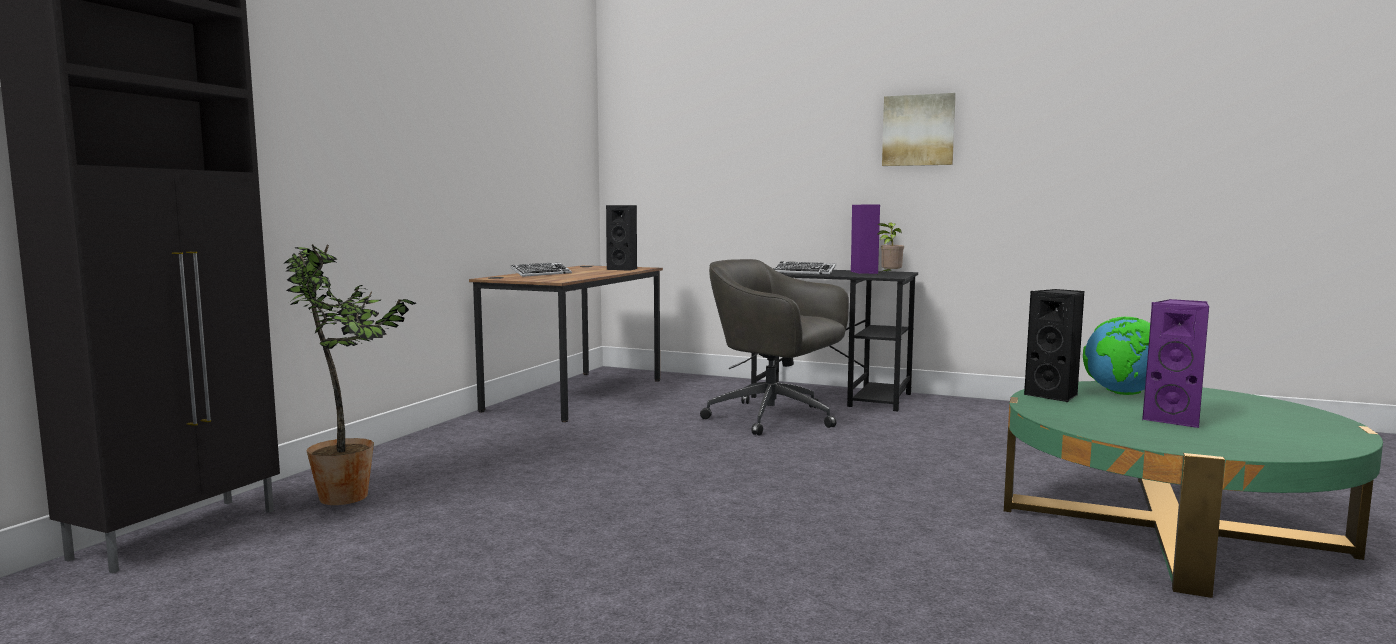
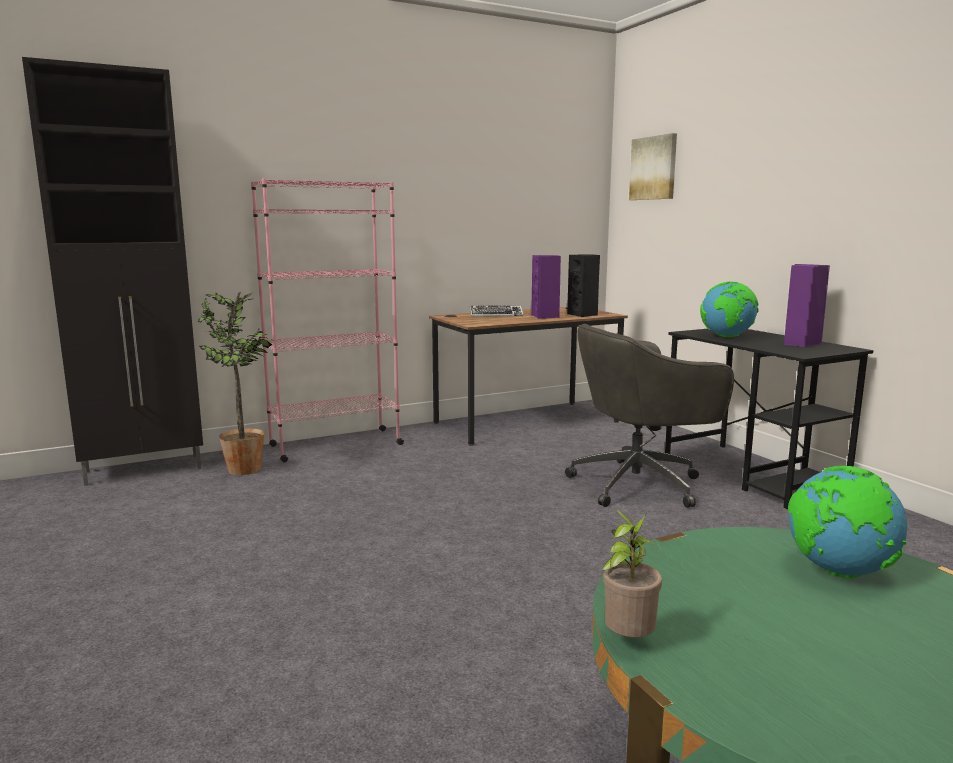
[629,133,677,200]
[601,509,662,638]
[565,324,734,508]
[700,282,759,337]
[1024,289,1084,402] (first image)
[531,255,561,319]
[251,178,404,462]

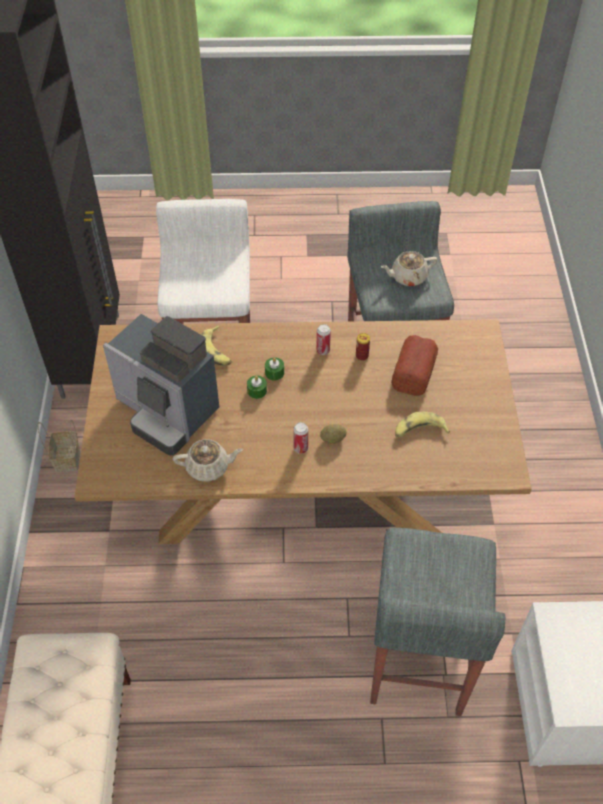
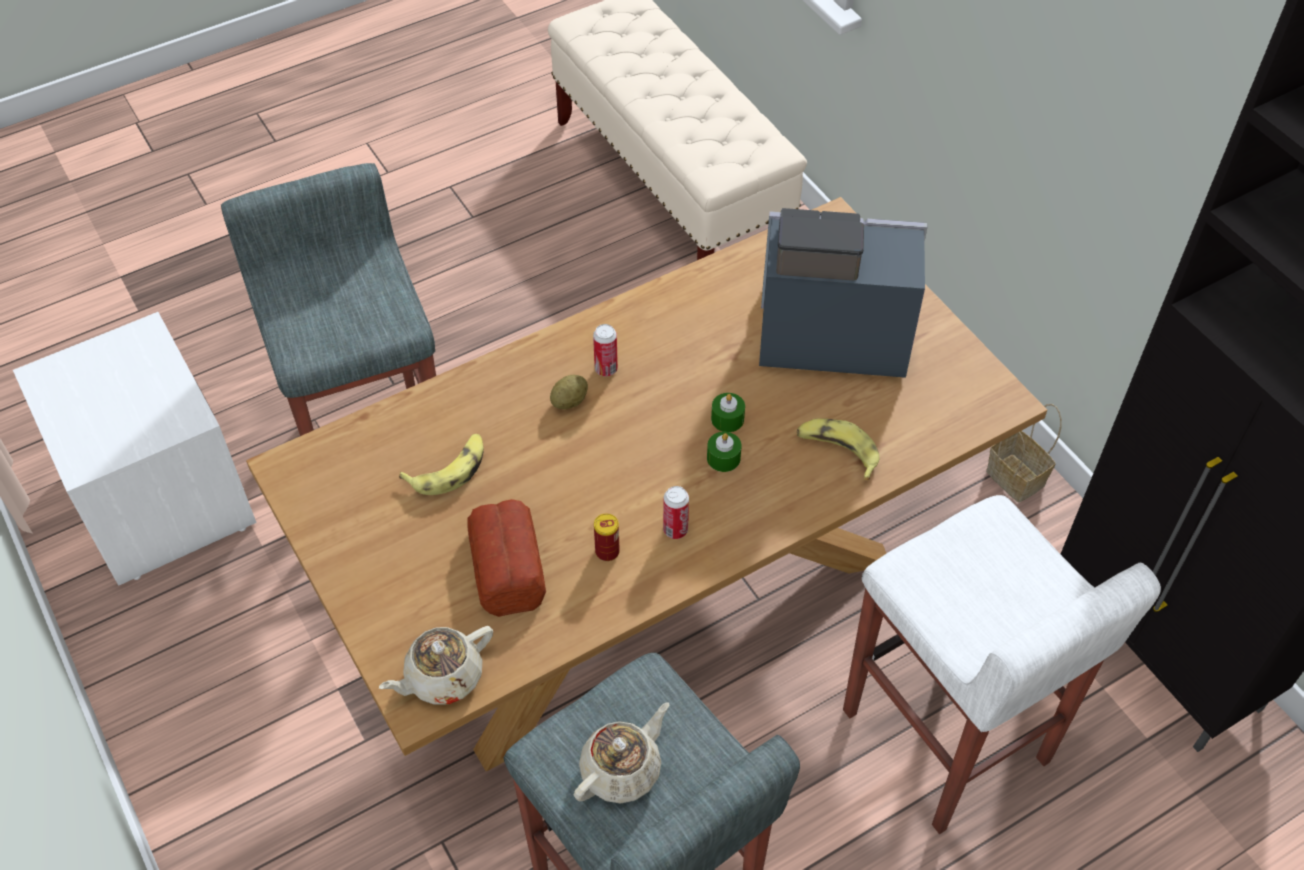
[379,626,493,705]

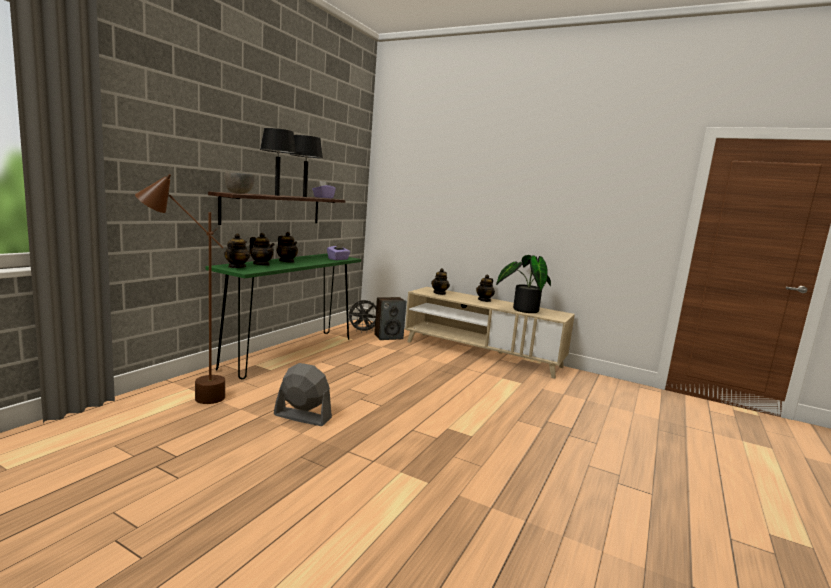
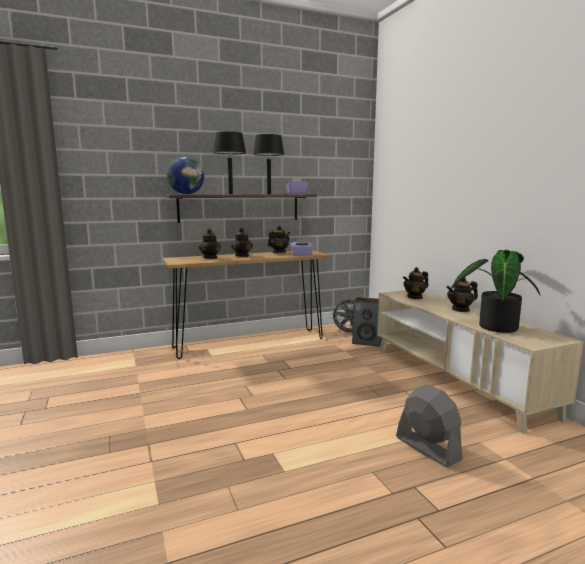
[167,157,204,194]
[135,174,225,404] (first image)
[268,226,290,253]
[163,250,330,359]
[396,385,463,468]

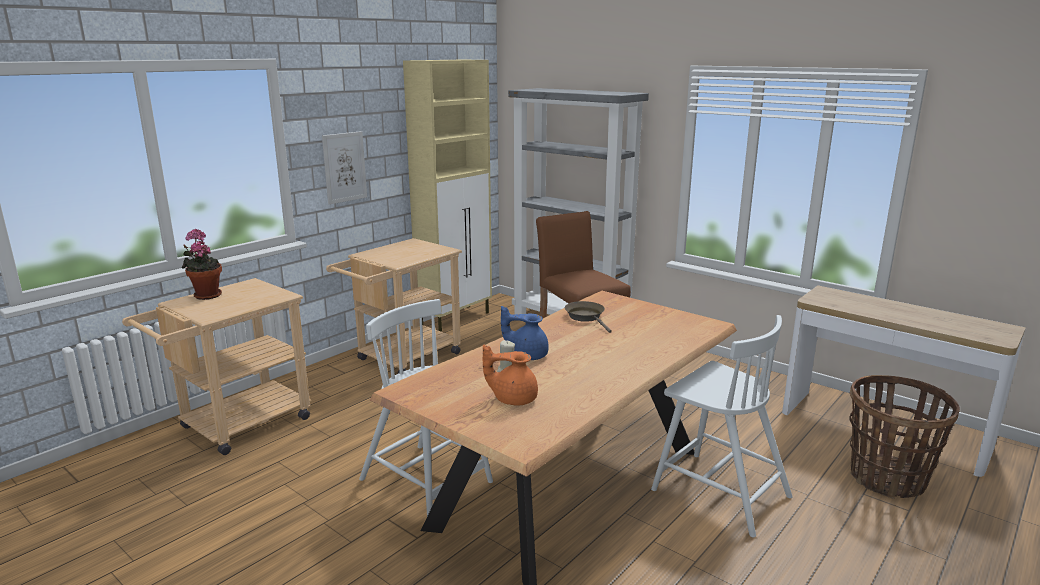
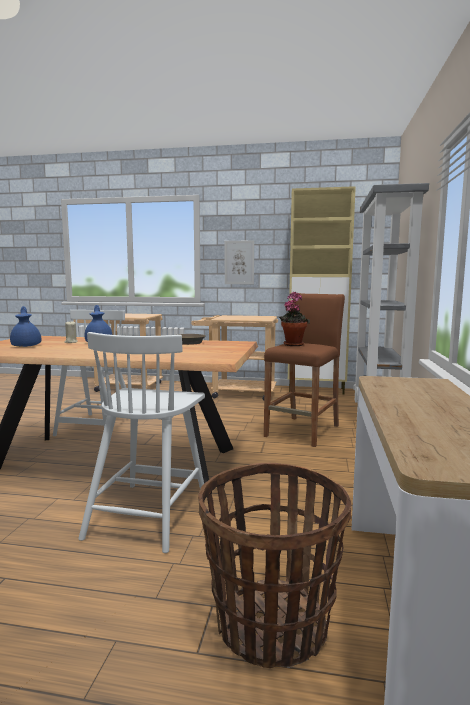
[279,292,310,346]
[10,306,41,347]

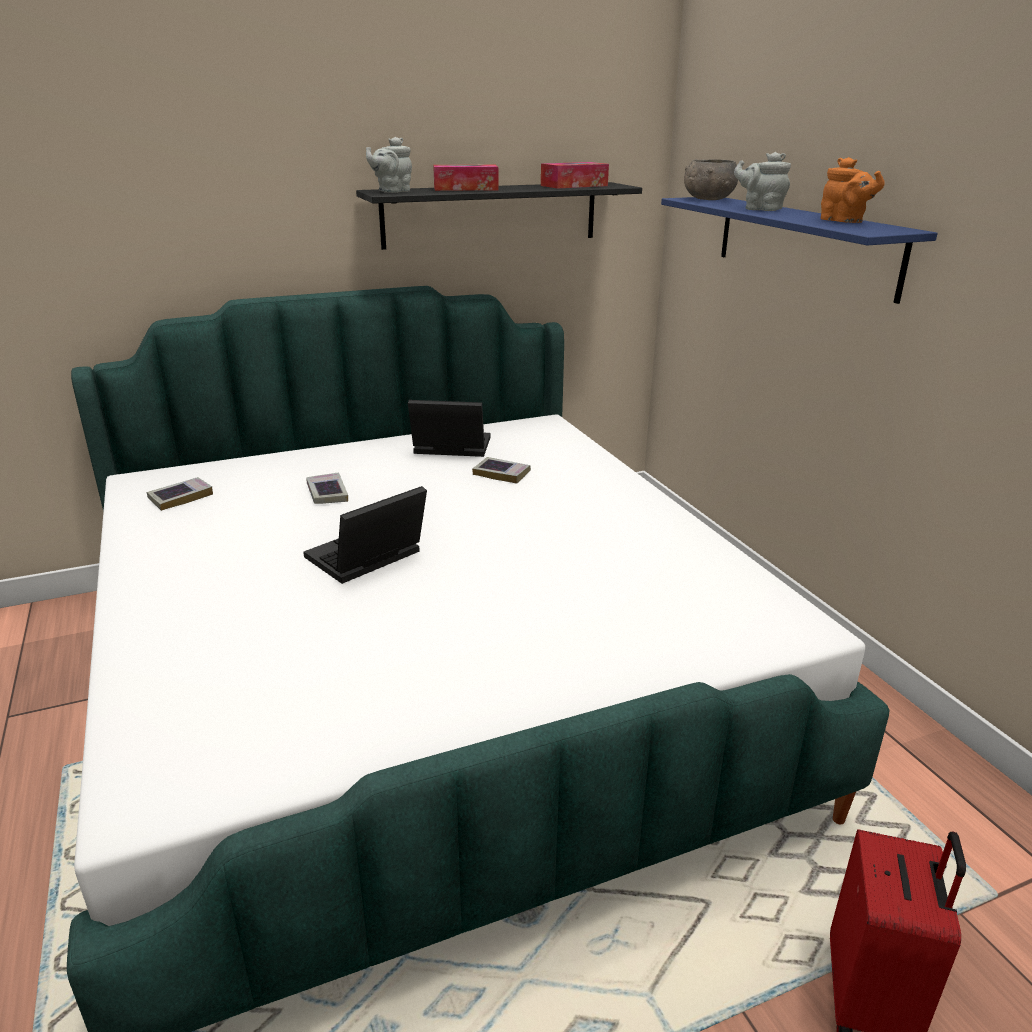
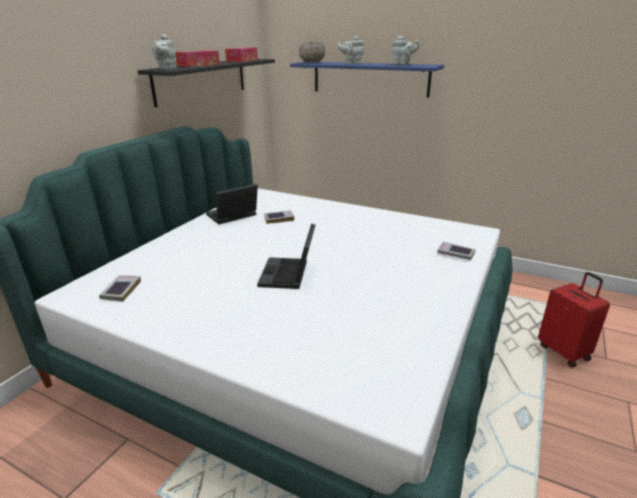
[390,36,420,65]
[437,241,476,260]

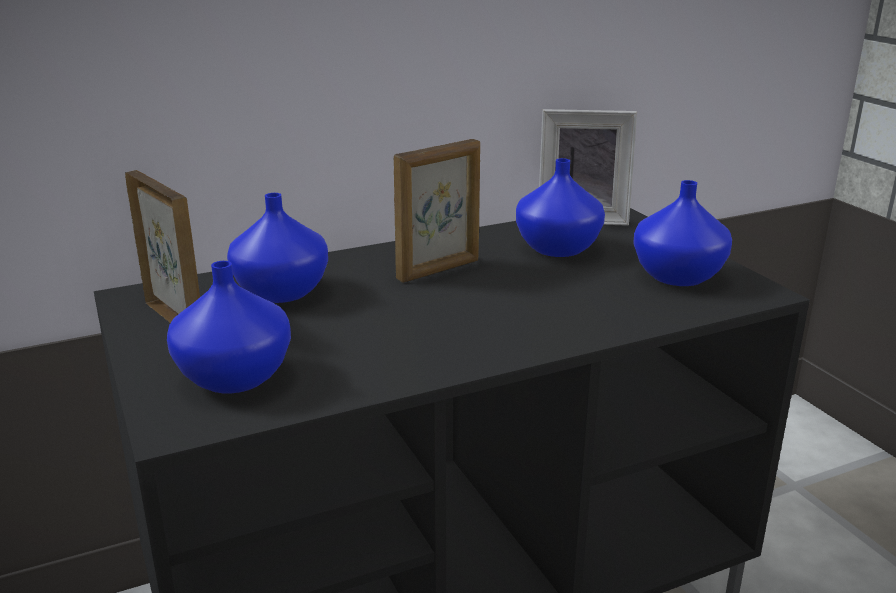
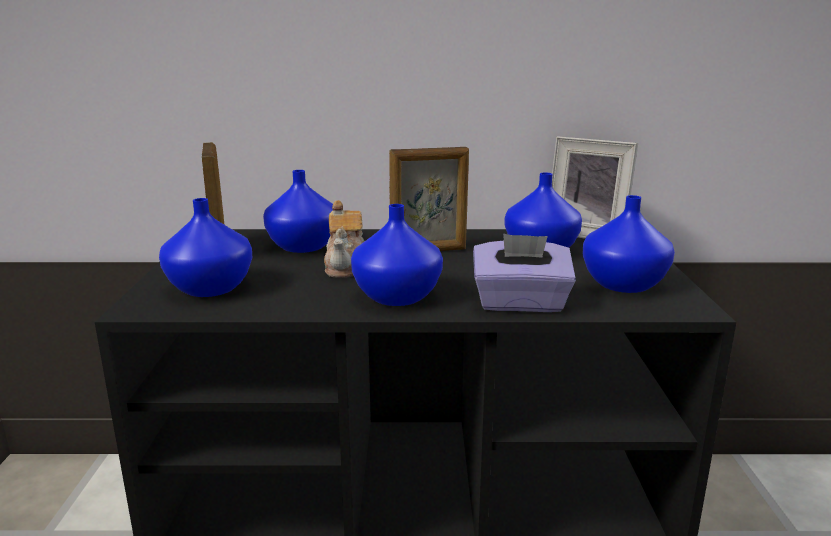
[324,200,364,278]
[351,204,443,306]
[473,234,576,312]

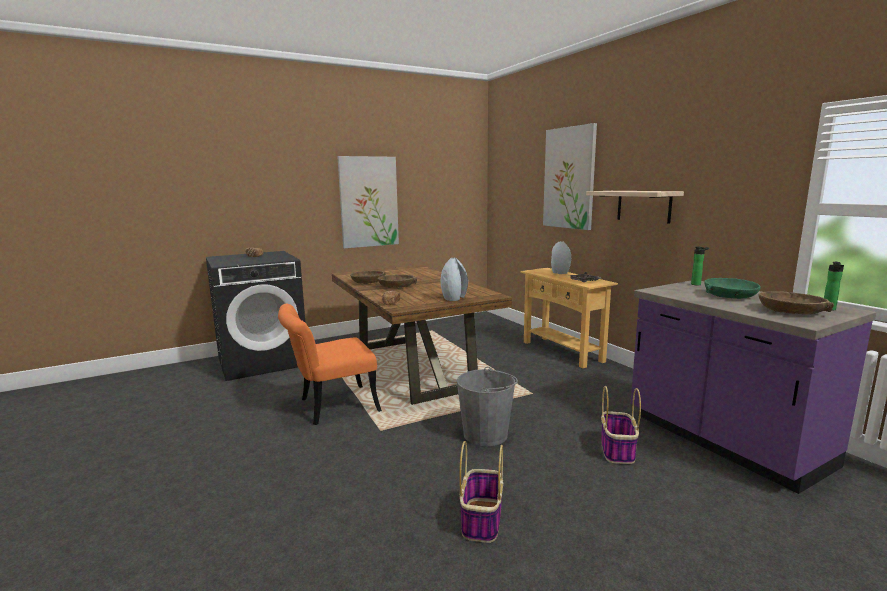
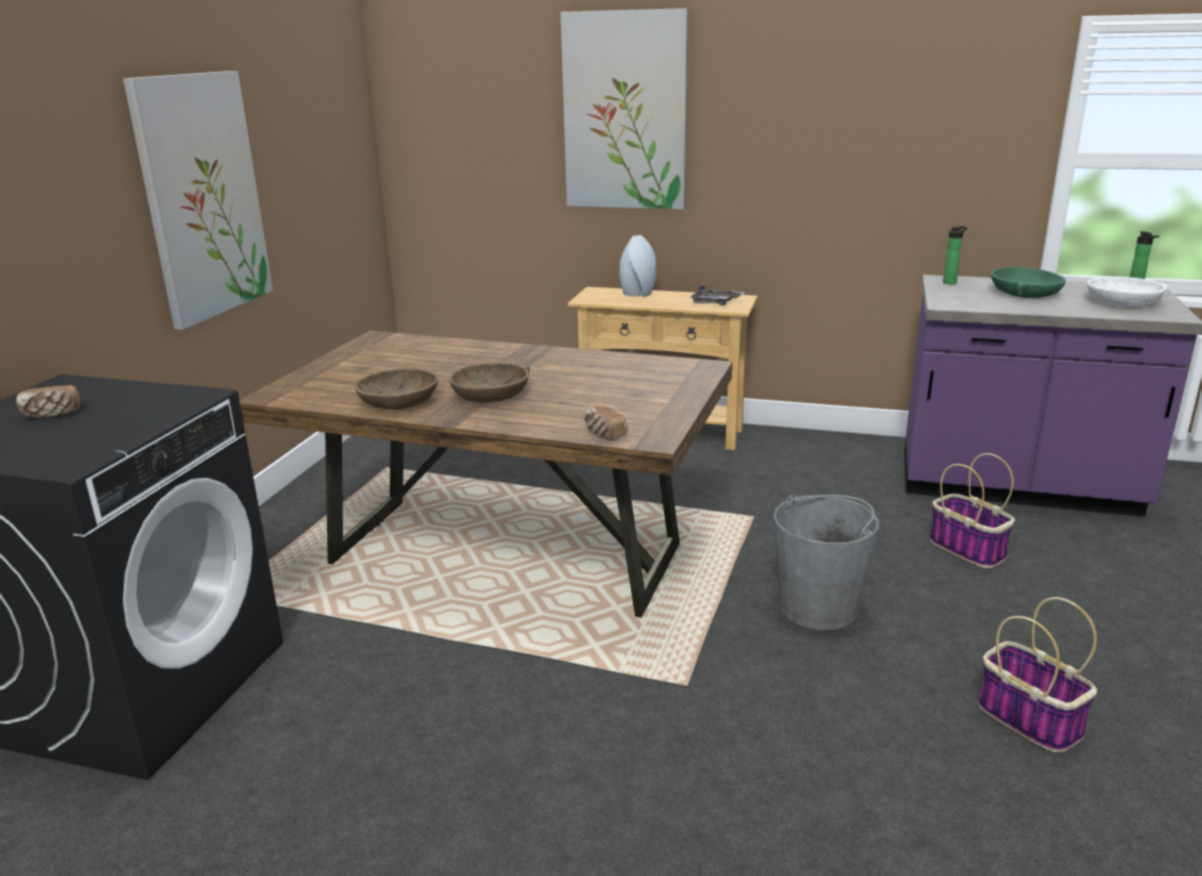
[586,191,684,224] (first image)
[441,258,468,301] (first image)
[1087,277,1169,307]
[278,304,382,425] (first image)

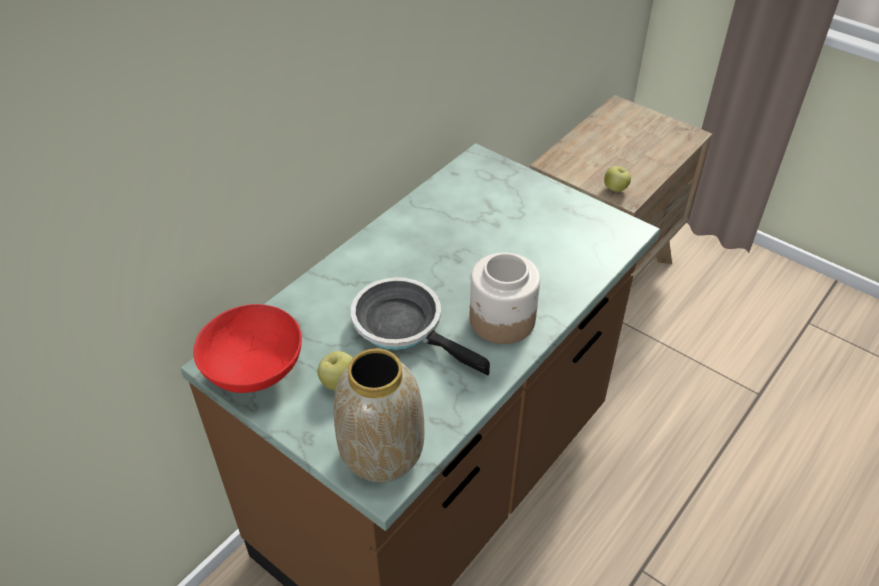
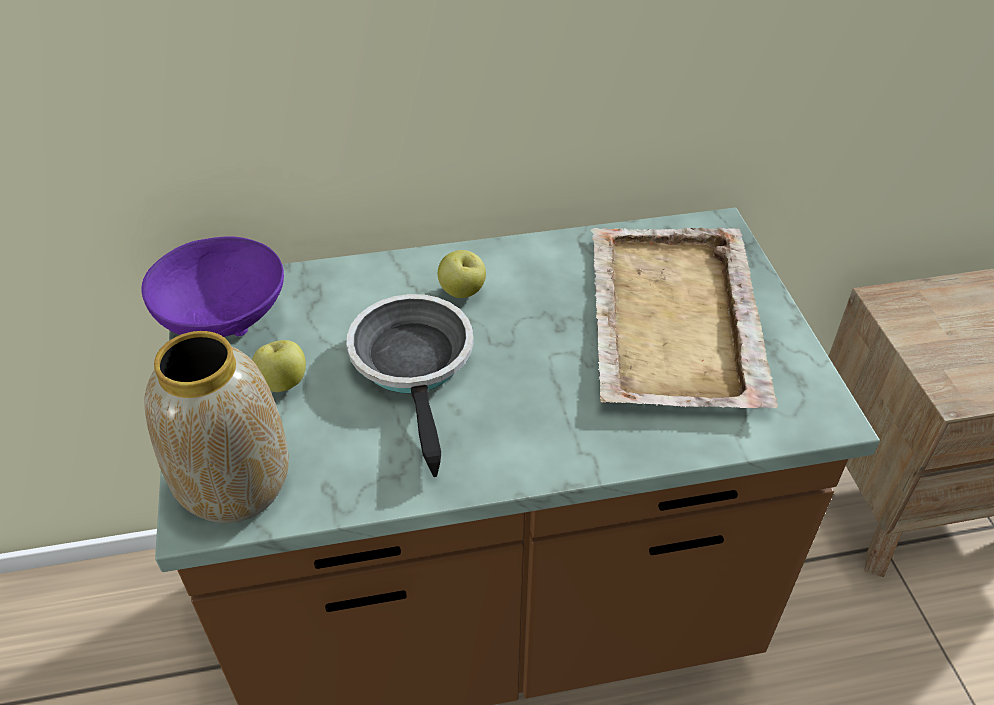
[438,250,486,298]
[470,252,540,344] (first image)
[141,237,284,337]
[590,227,778,408]

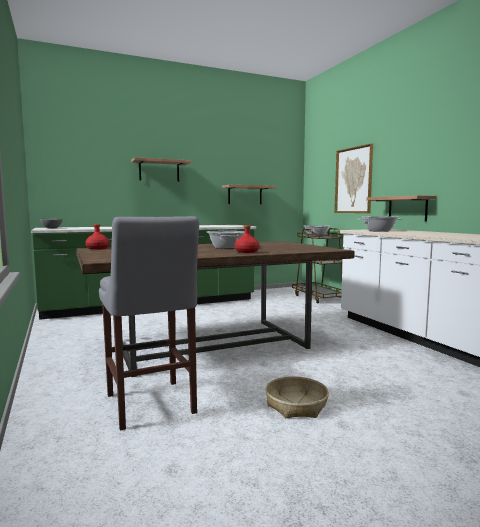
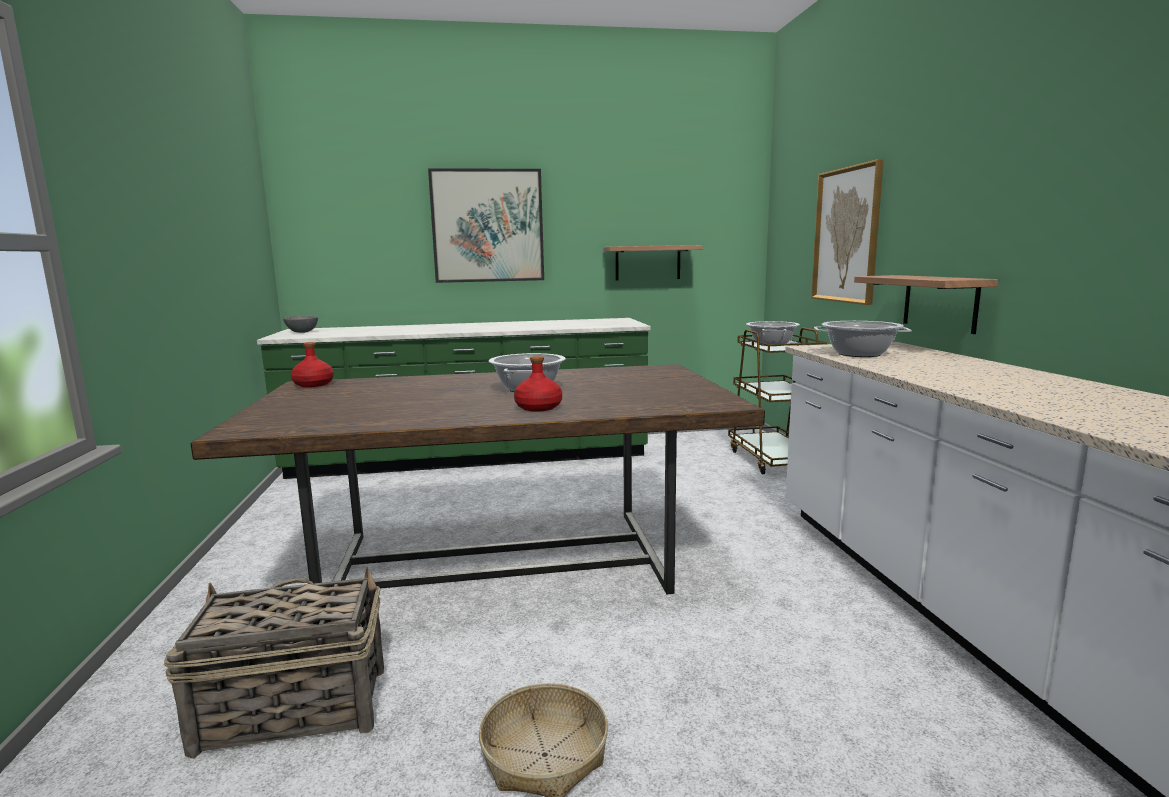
[428,169,544,283]
[164,568,384,759]

